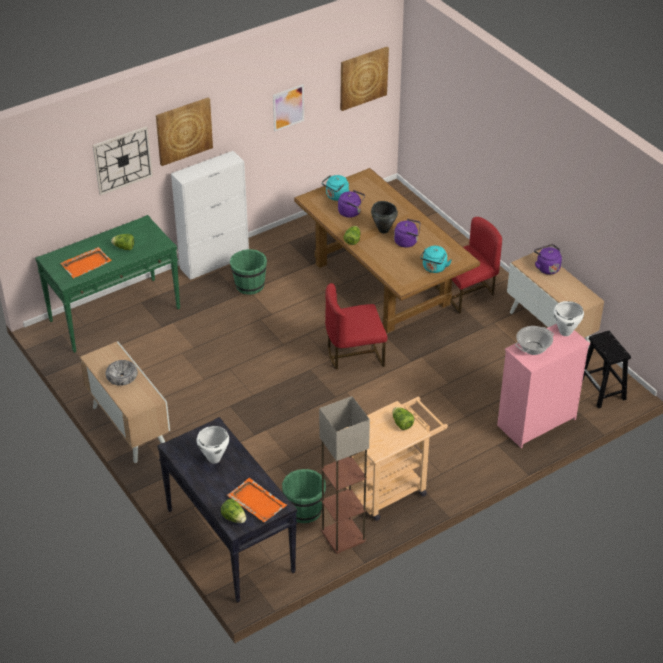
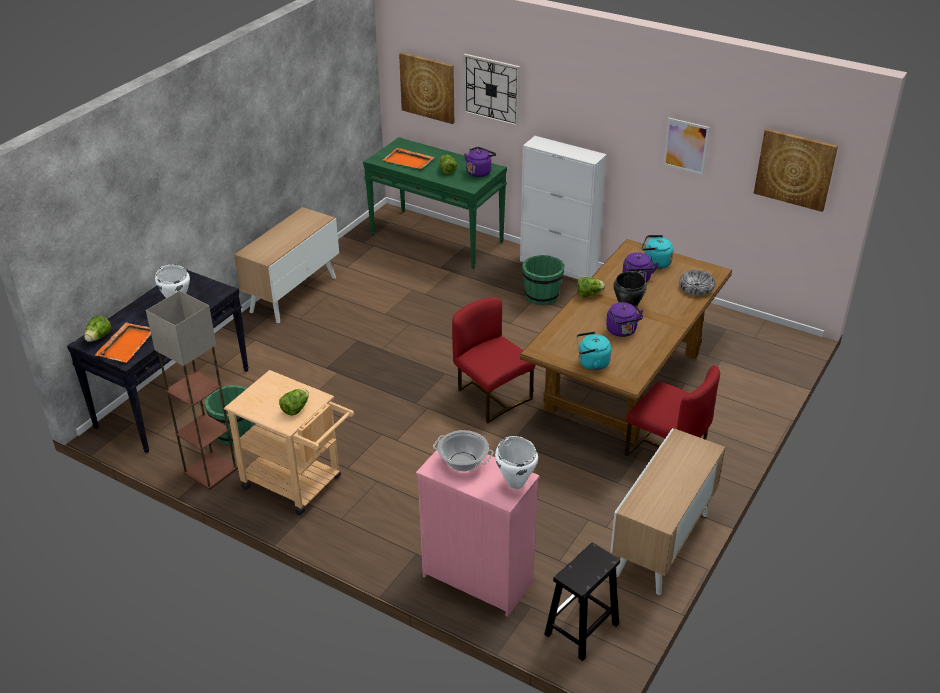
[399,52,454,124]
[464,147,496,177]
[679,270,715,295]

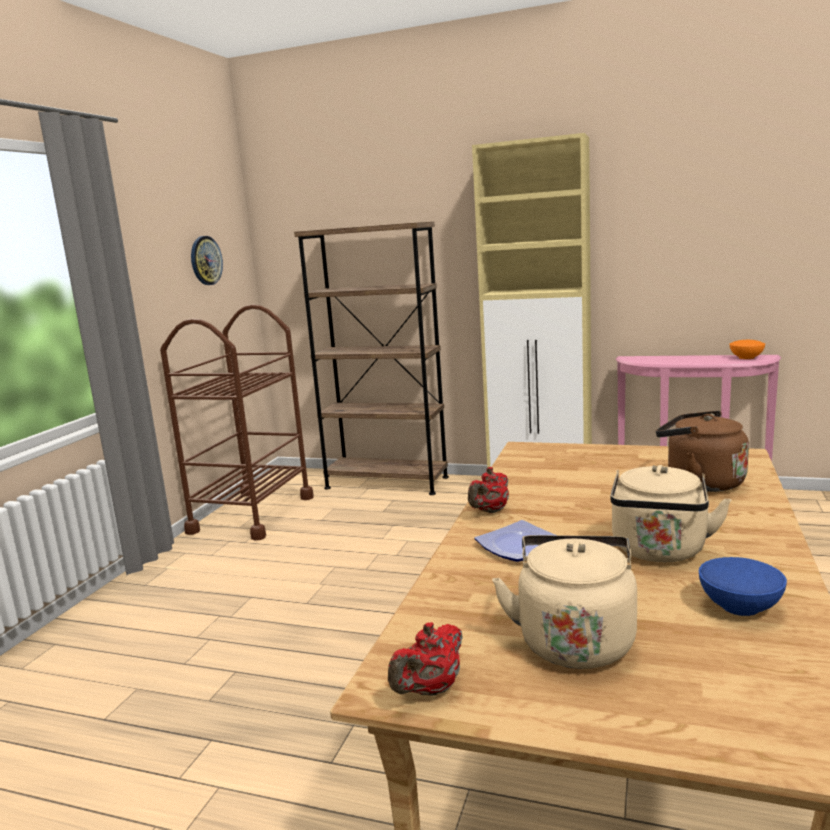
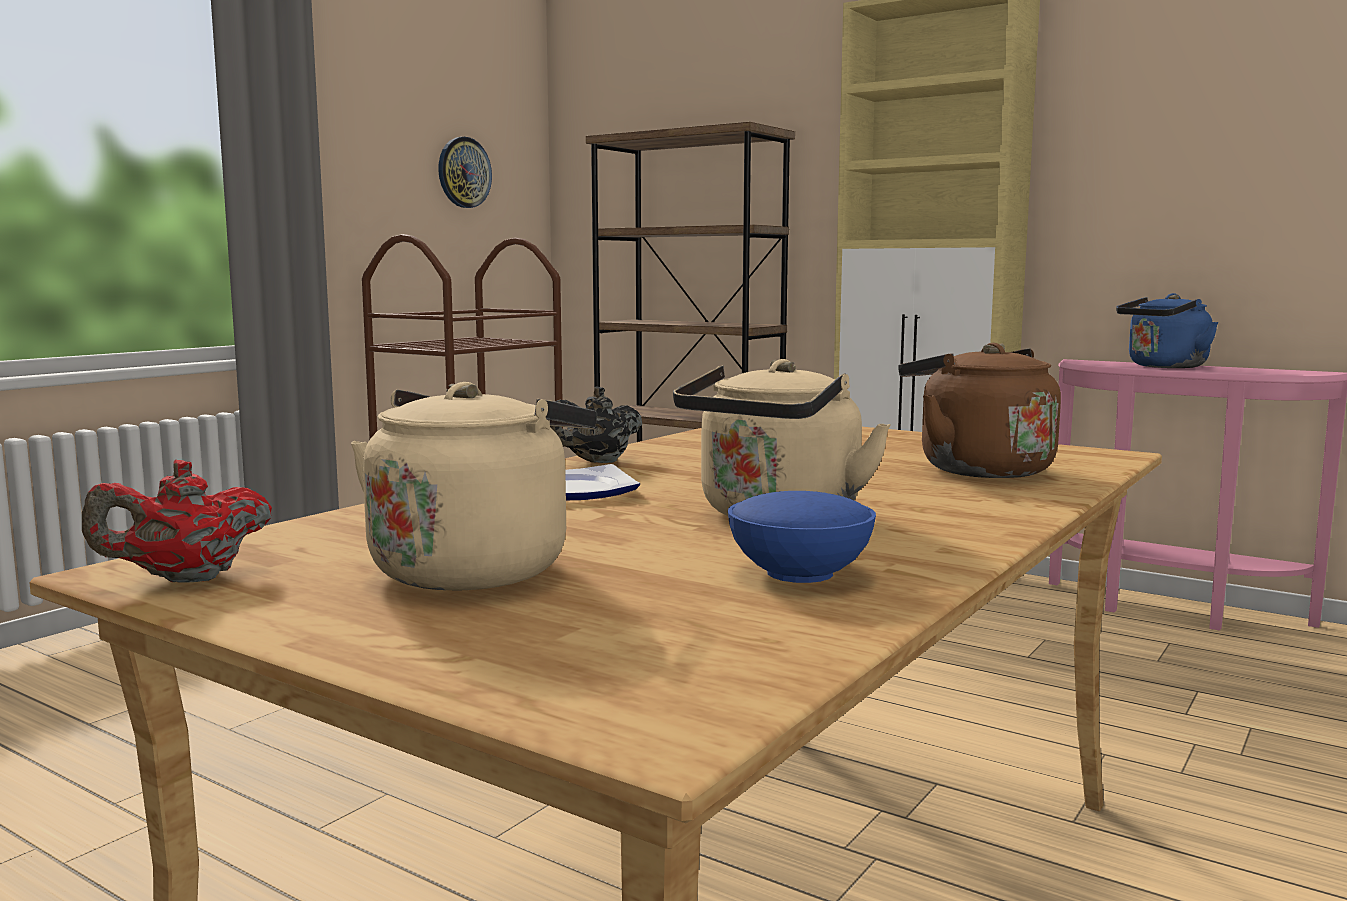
[730,340,765,359] (first image)
[550,386,642,463]
[1116,293,1219,368]

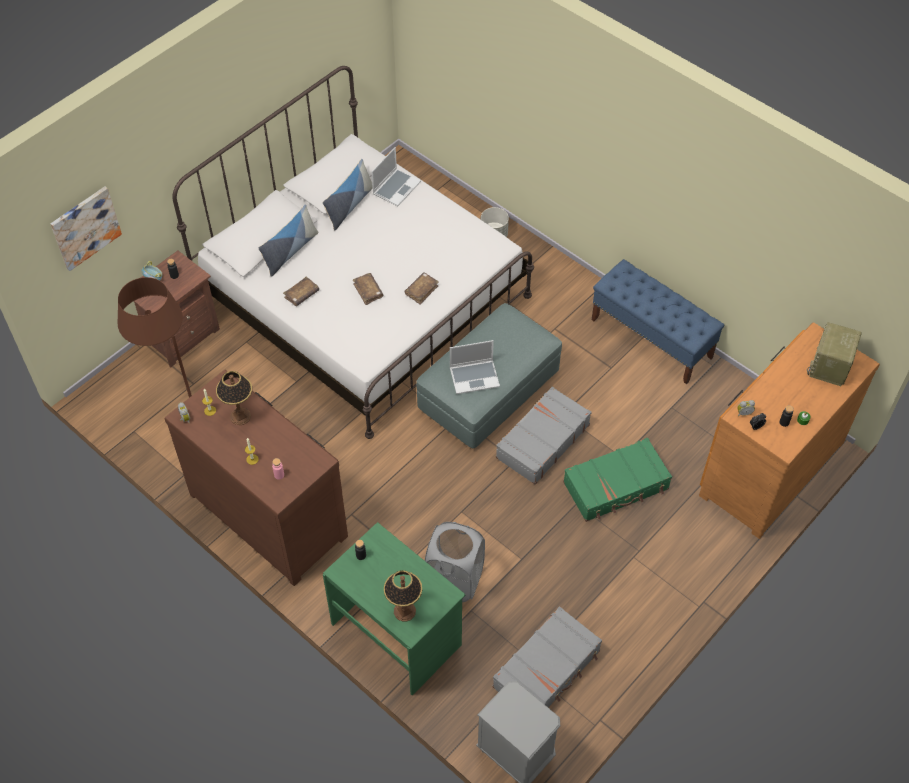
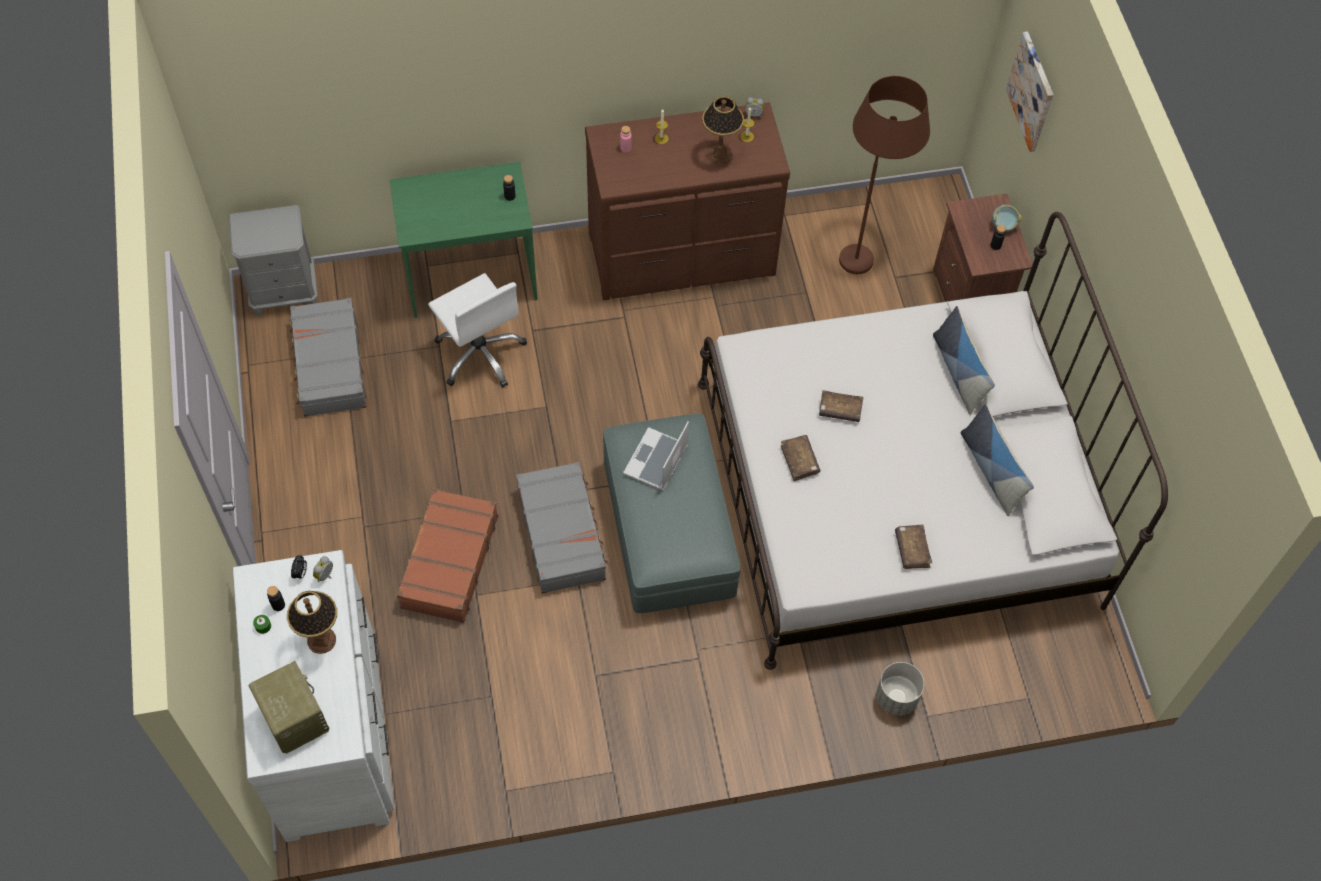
[371,147,421,206] (first image)
[592,259,724,384] (first image)
[895,525,932,569]
[232,550,394,842]
[397,489,498,623]
[428,273,527,387]
[287,591,337,654]

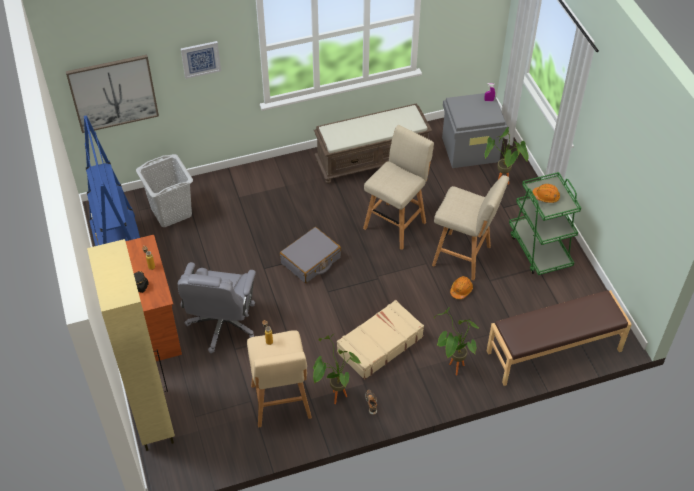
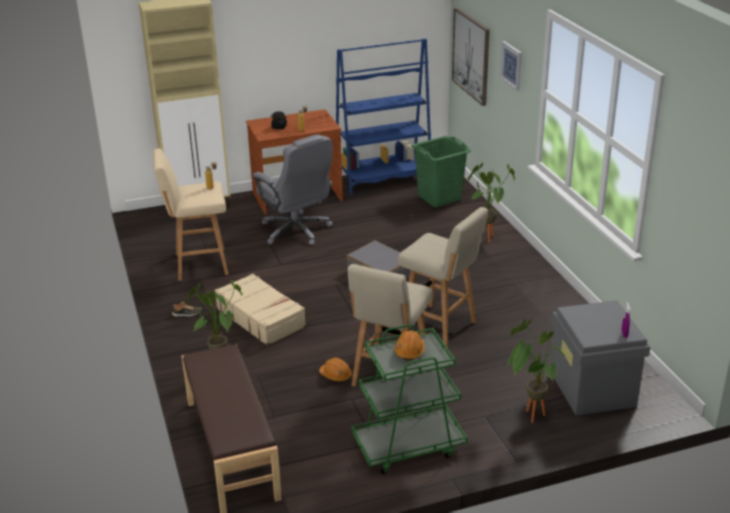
[314,103,432,184] (first image)
[411,136,471,207]
[253,134,333,245]
[468,163,516,243]

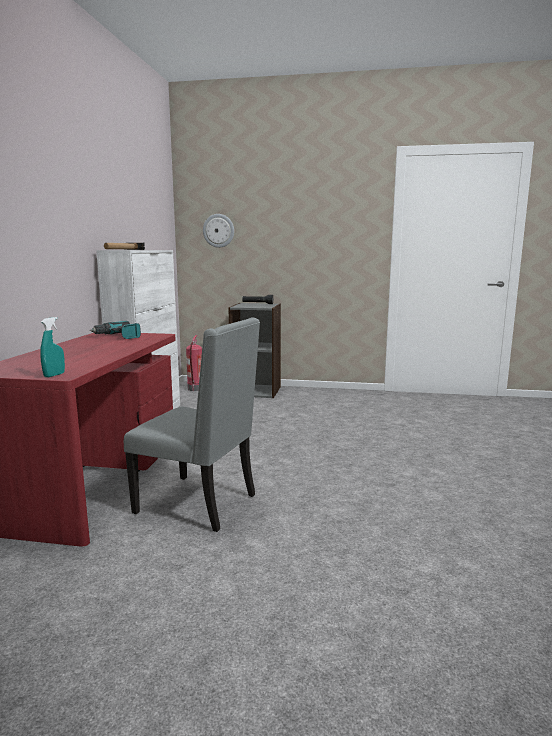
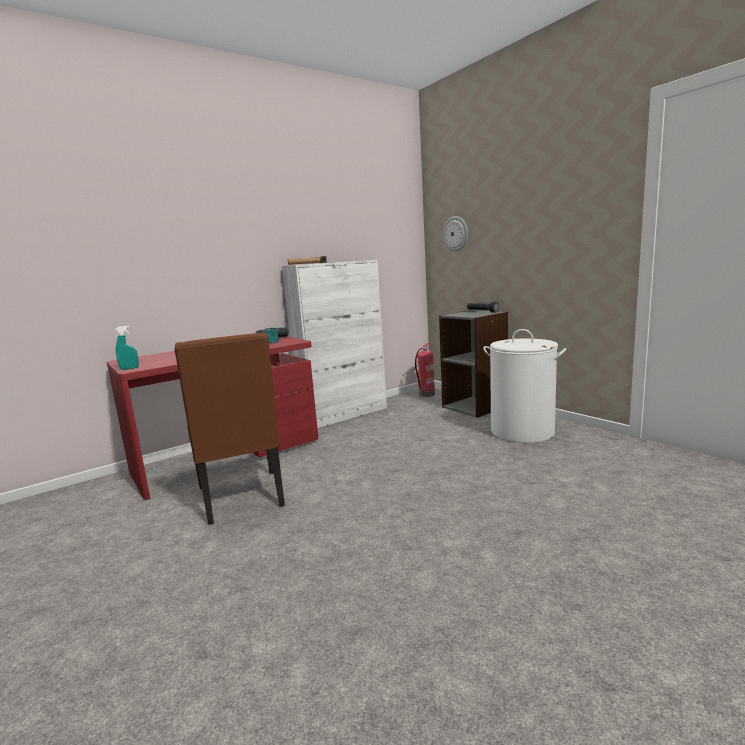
[174,332,285,525]
[484,329,566,443]

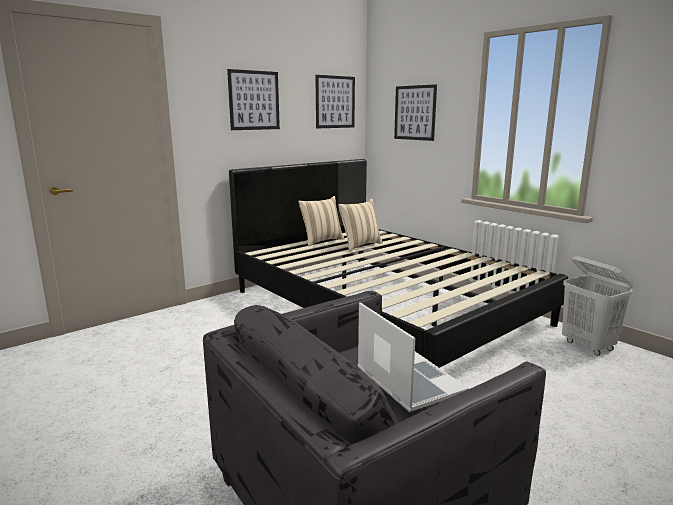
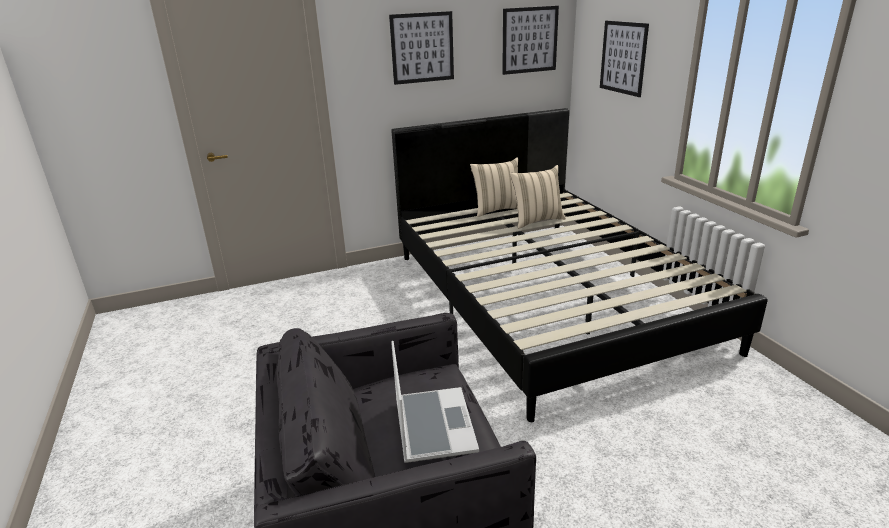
[562,256,633,356] (first image)

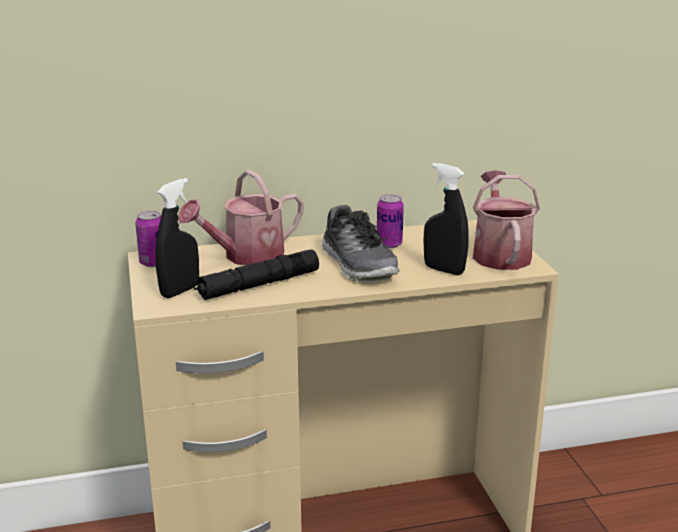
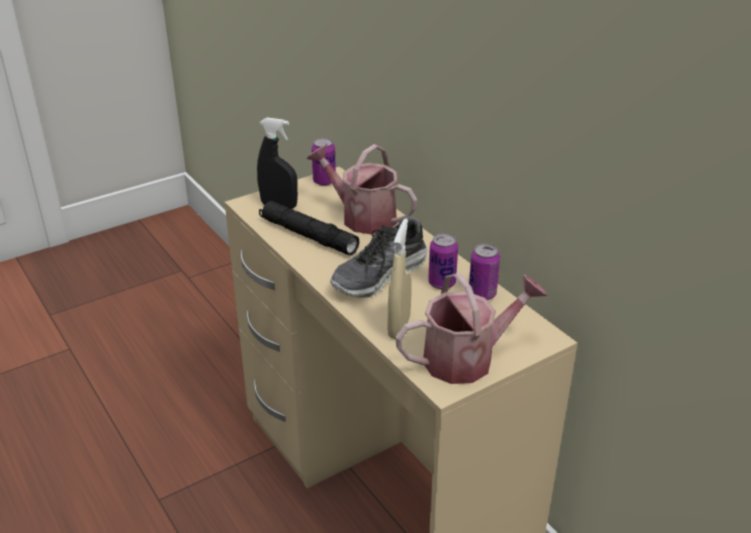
[387,219,412,339]
[469,244,500,300]

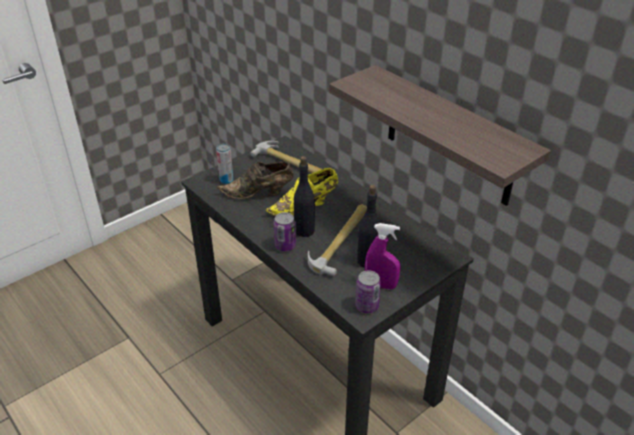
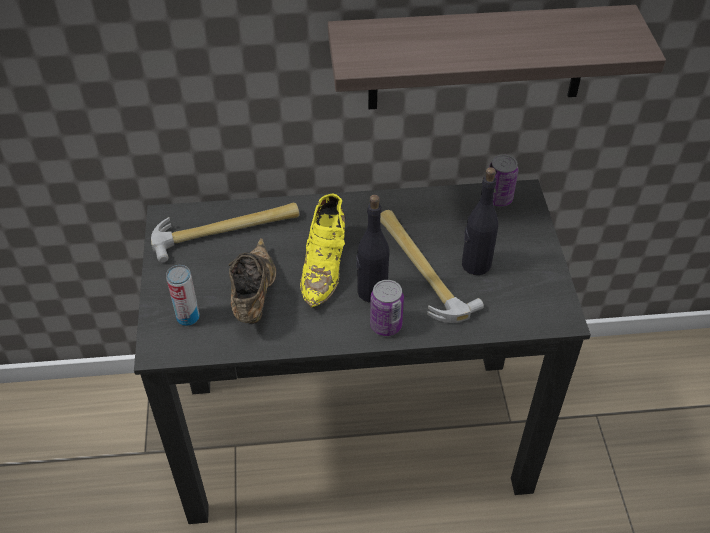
[228,238,276,324]
[365,223,400,290] (first image)
[489,154,518,207]

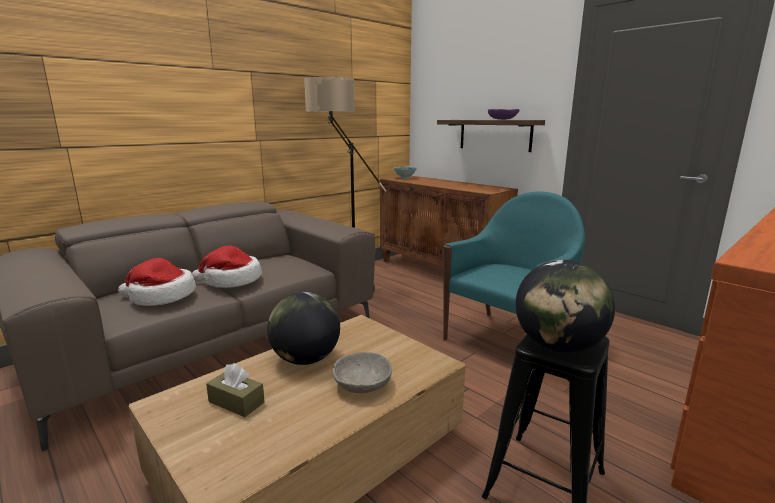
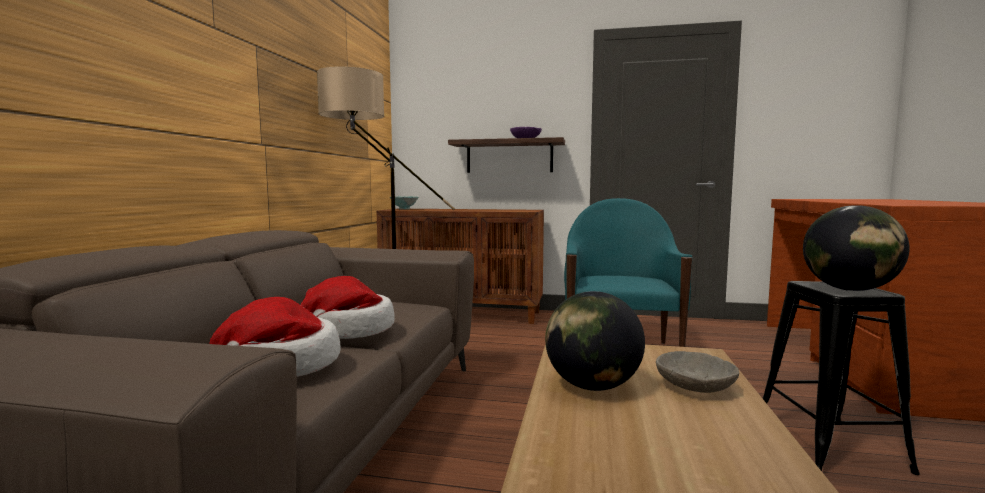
[206,363,265,417] (first image)

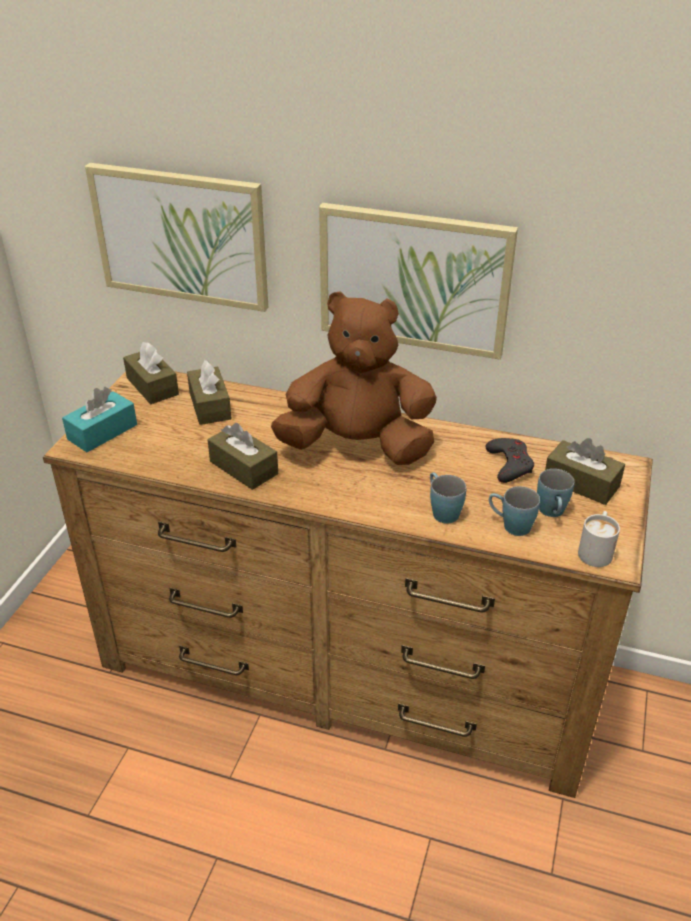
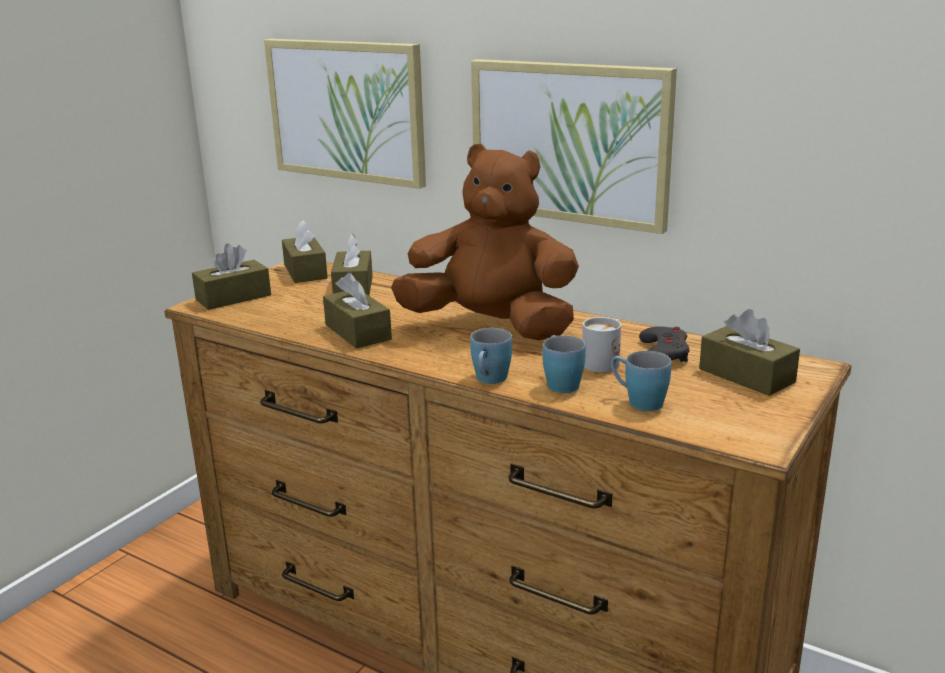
[192,243,271,310]
[470,328,512,384]
[582,317,621,372]

